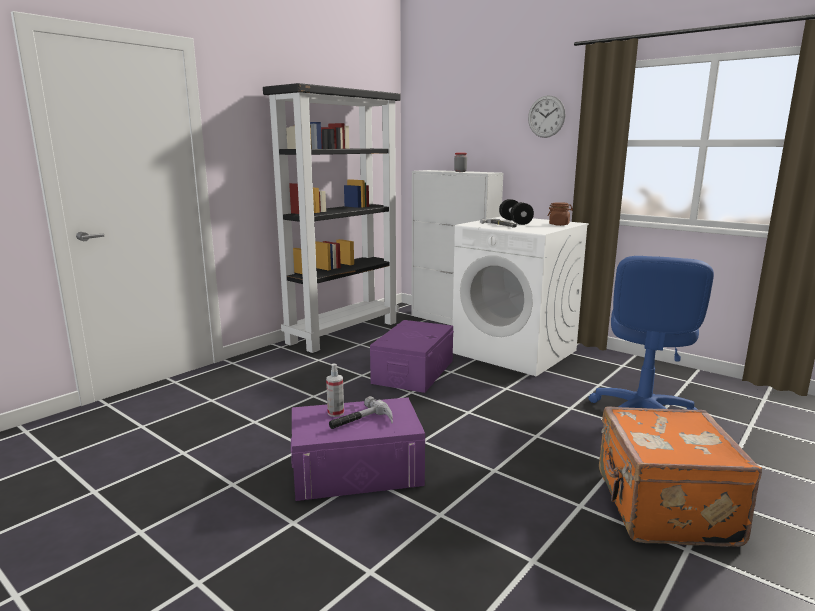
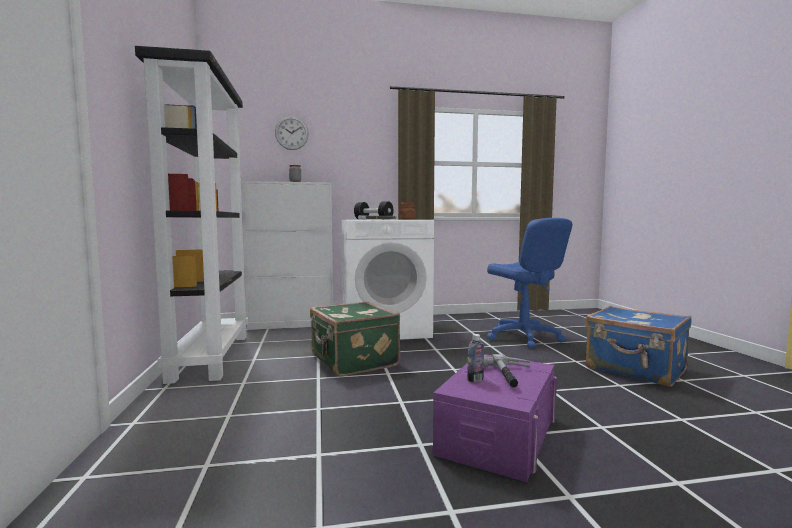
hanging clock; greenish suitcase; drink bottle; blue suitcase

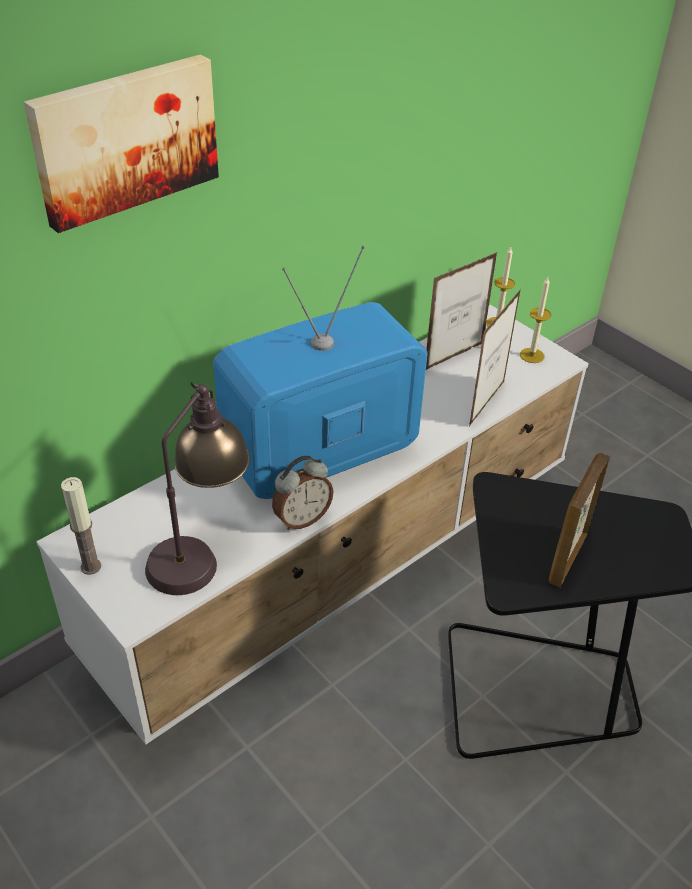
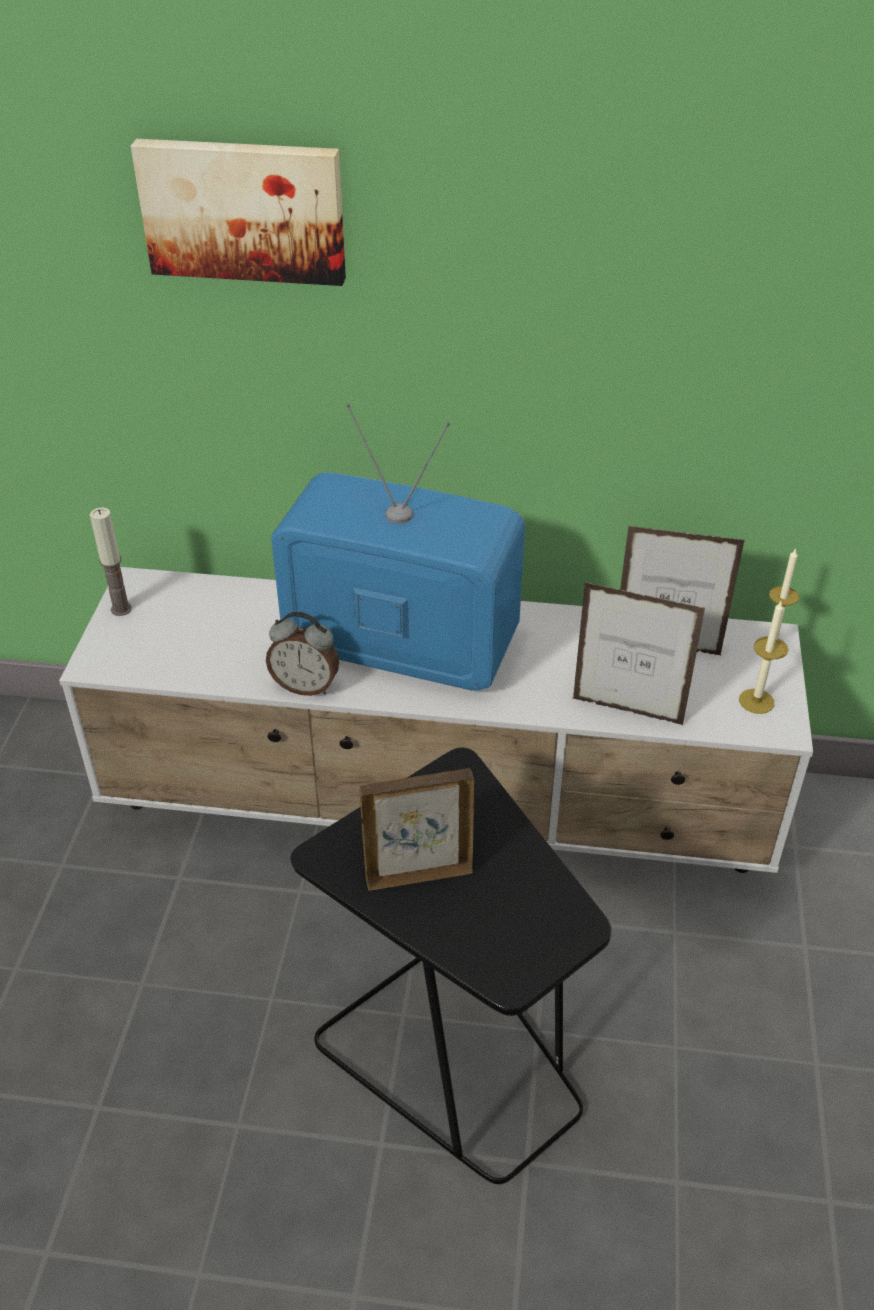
standing frame (2nd from left); table lamp

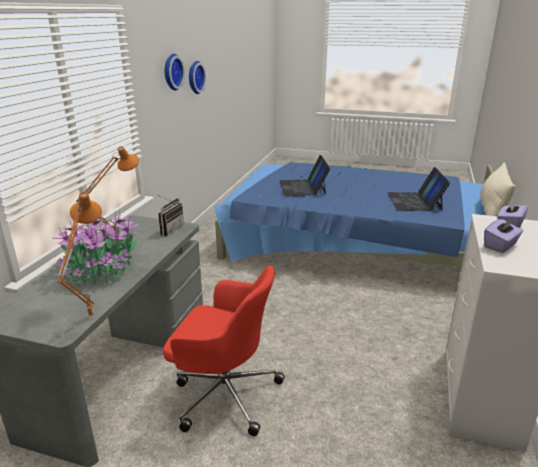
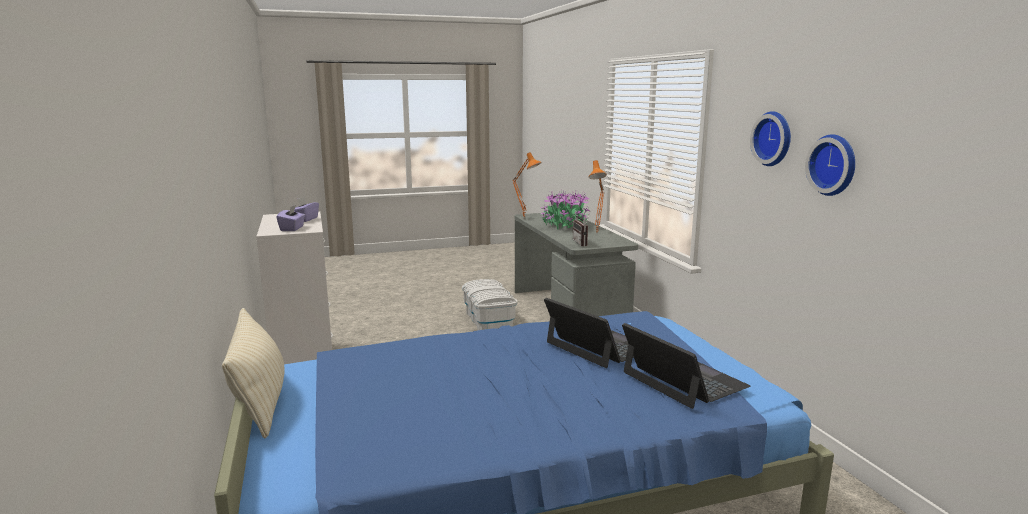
white-coloured storage container; portable computer (2nd from left)

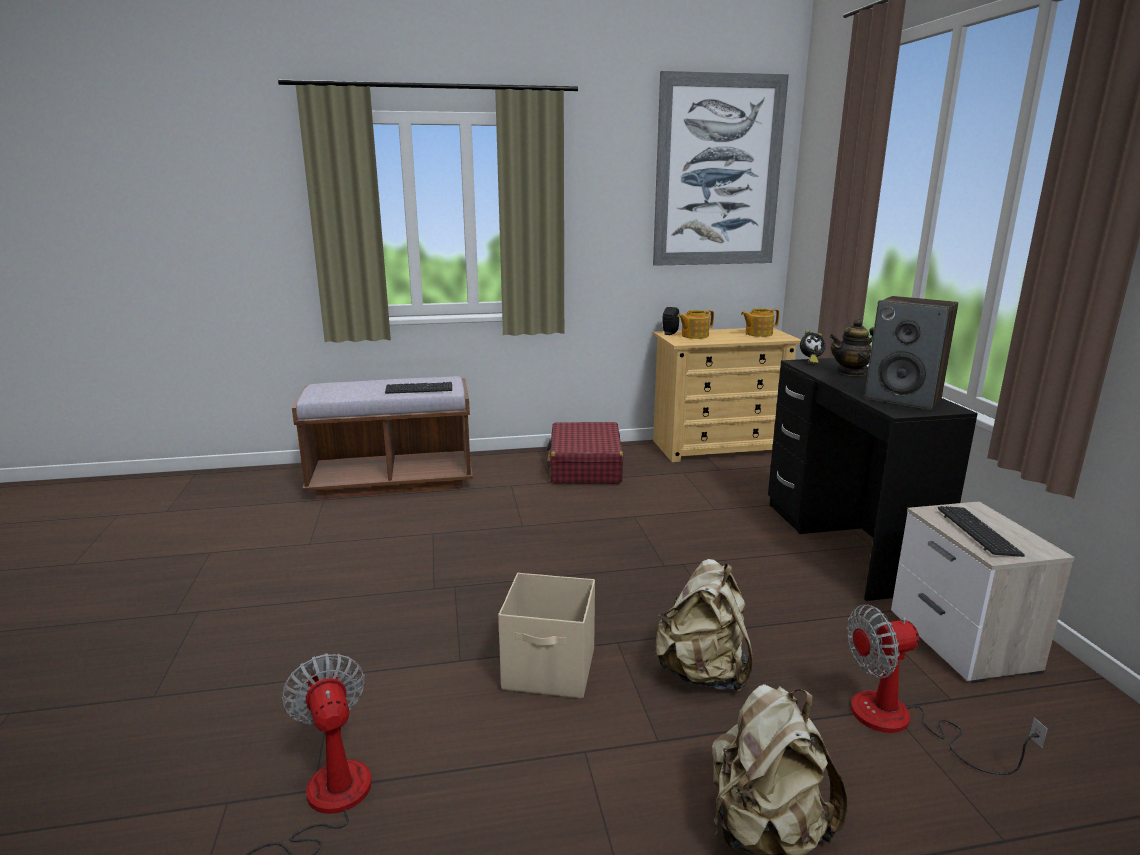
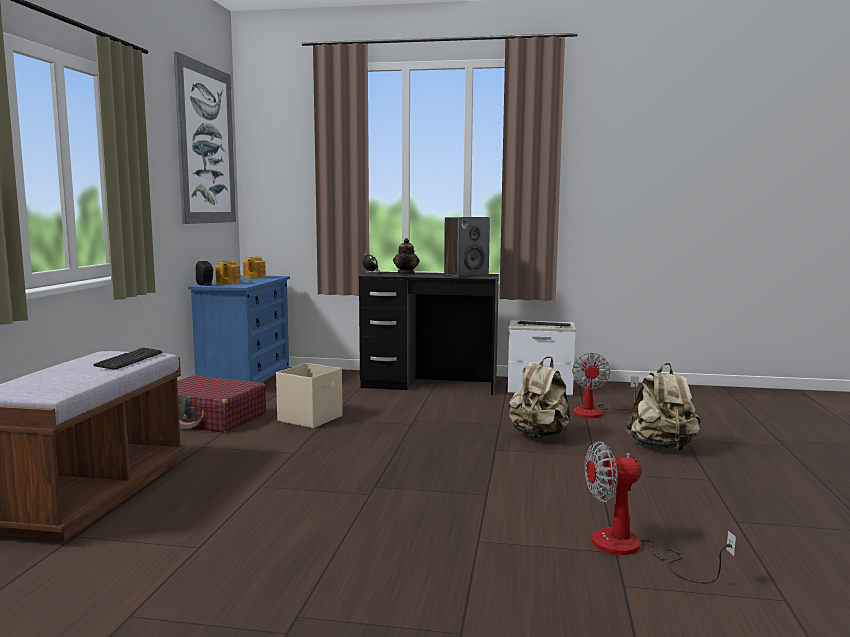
blue drawer chest; beige-coloured storage container

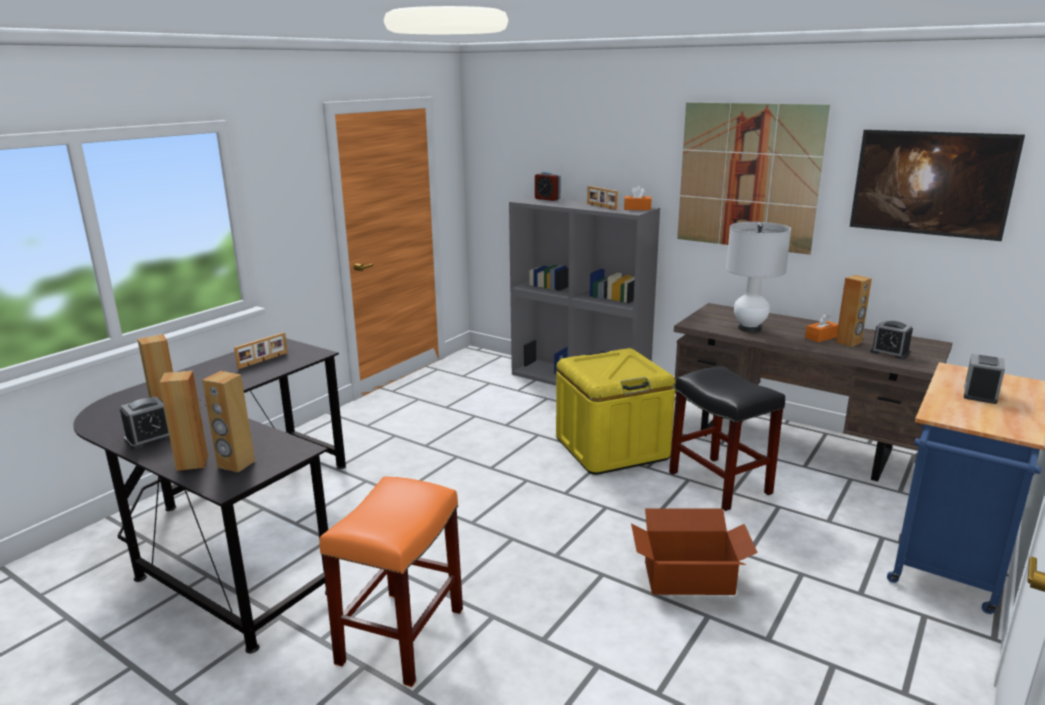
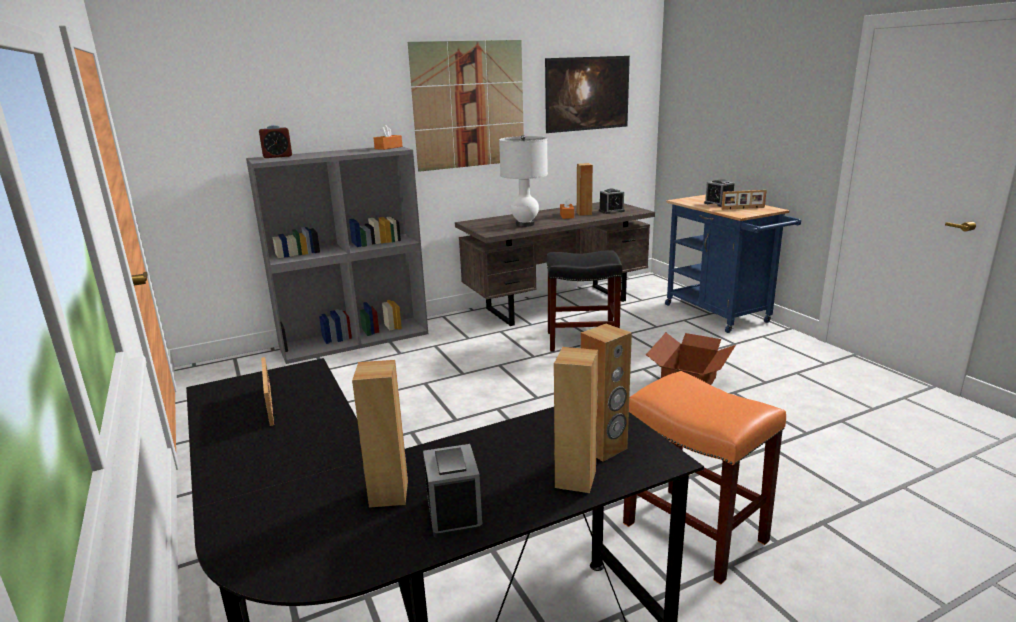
standing frame (2nd from left); yellow-coloured storage container

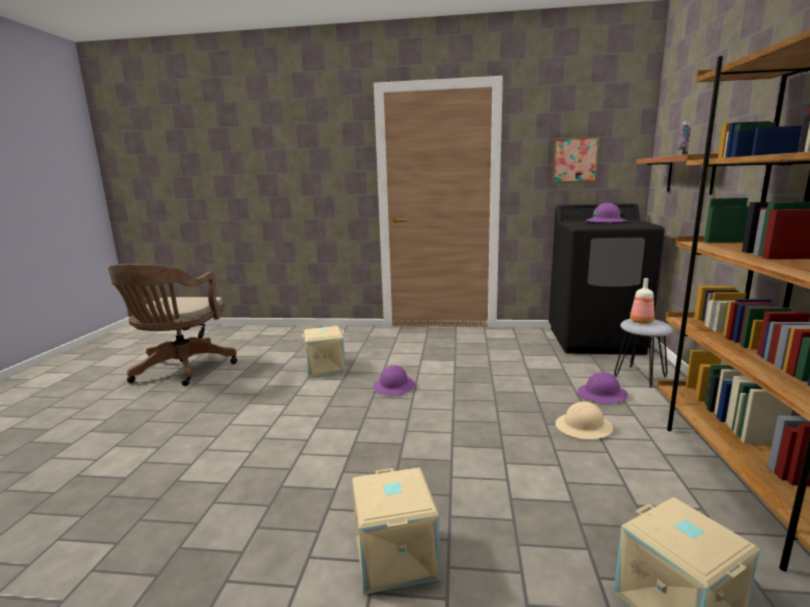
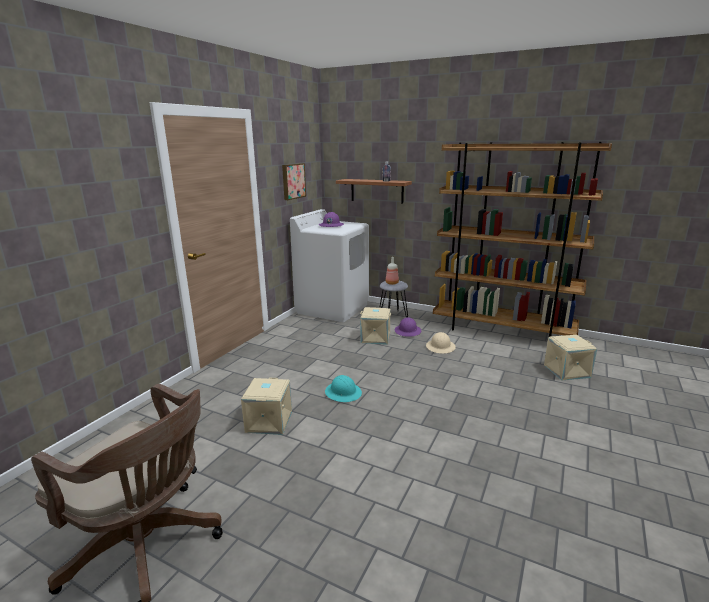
white-coloured washing machine; turquoise-coloured hard hat; beige-coloured storage container (2nd from left)

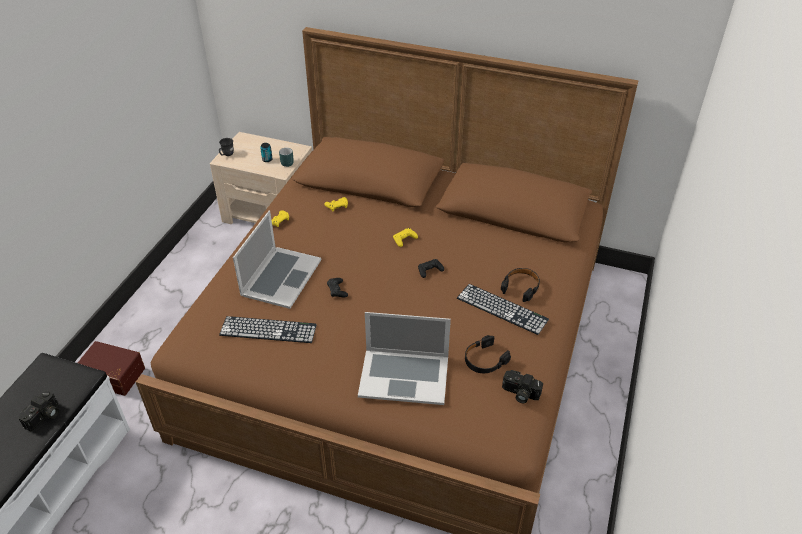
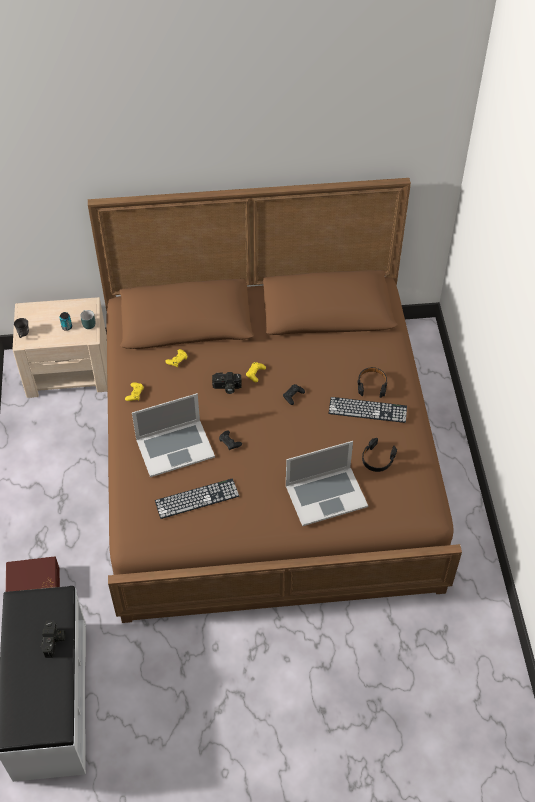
portable computer (1st from left); still camera (2nd from left)

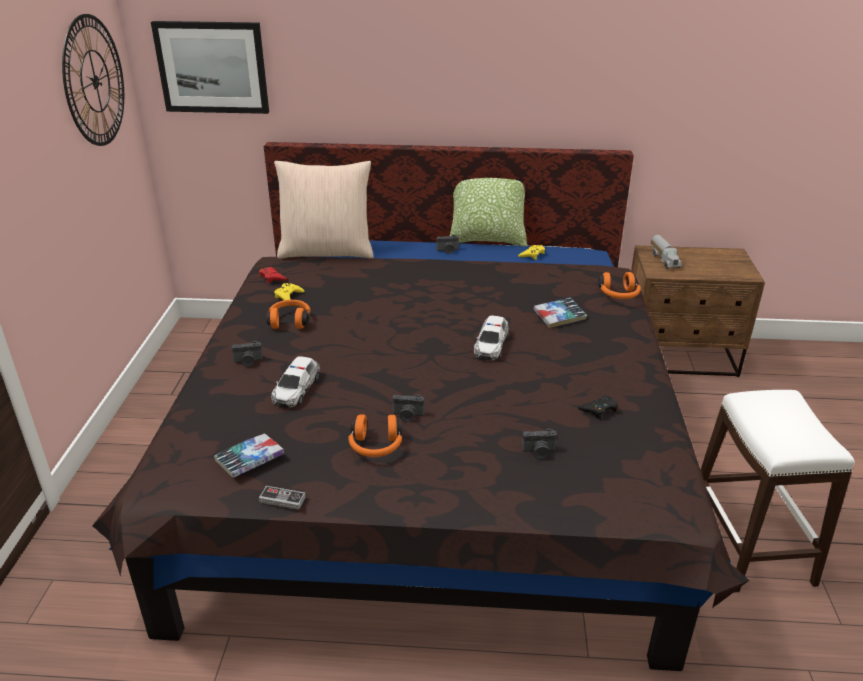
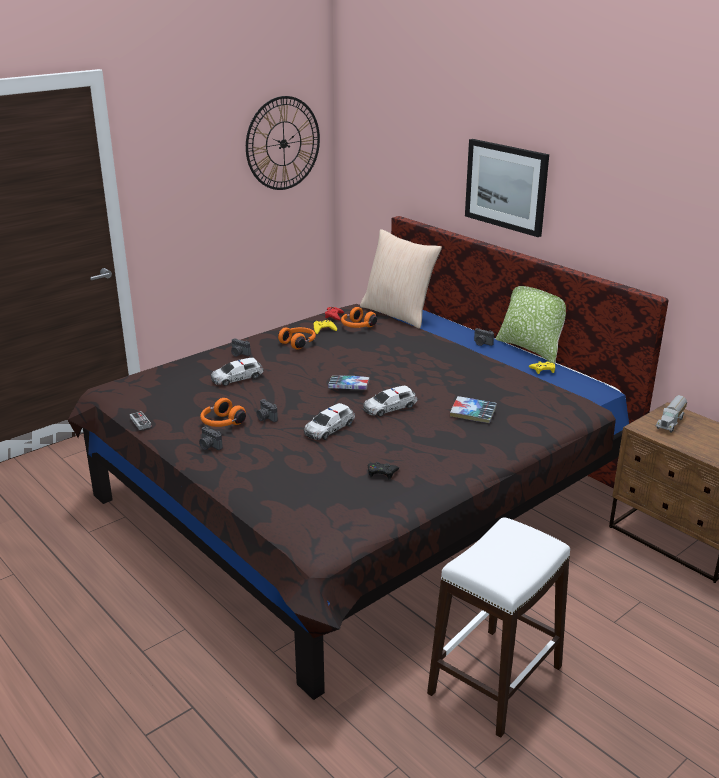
still camera (1st from left); toy car (2nd from left); volume (1st from left); orangey headphones (3rd from left); picture

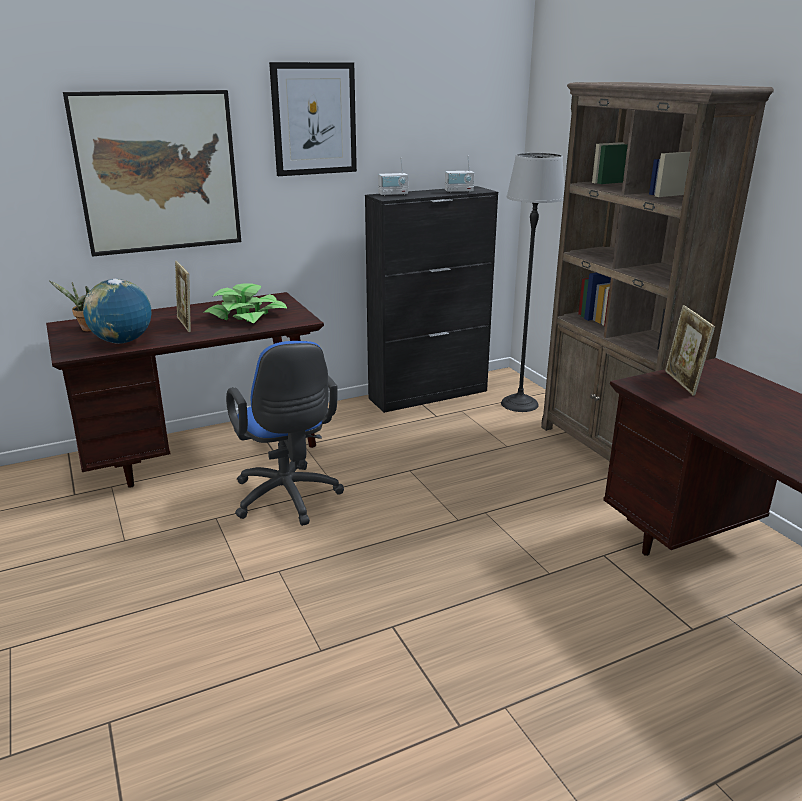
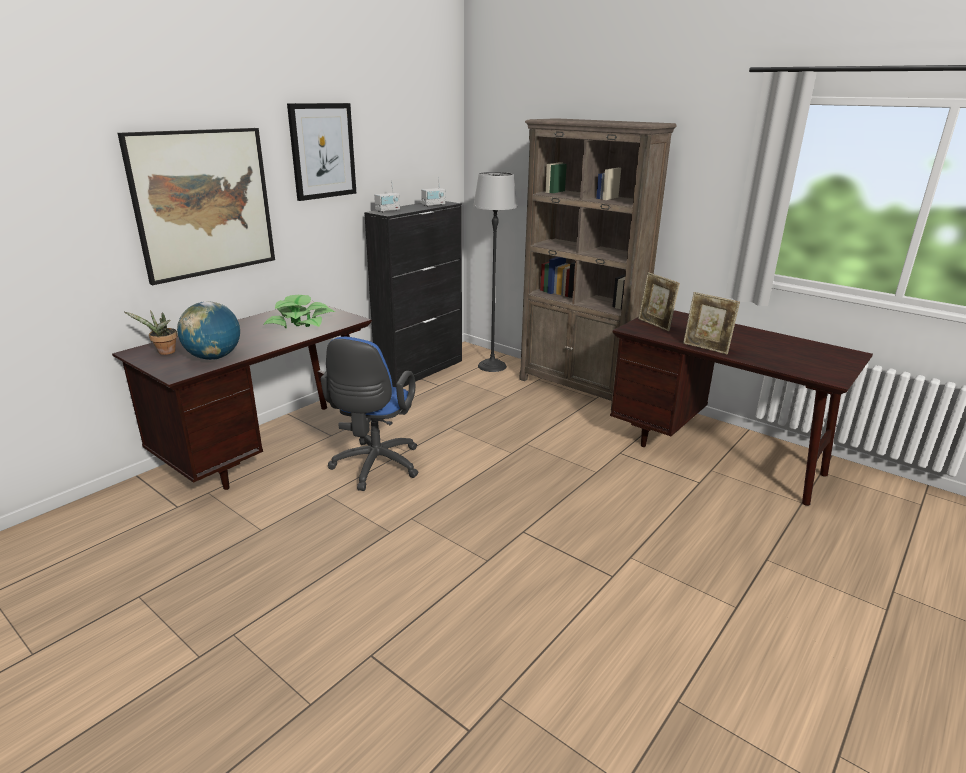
blue office chair; standing frame (2nd from left)

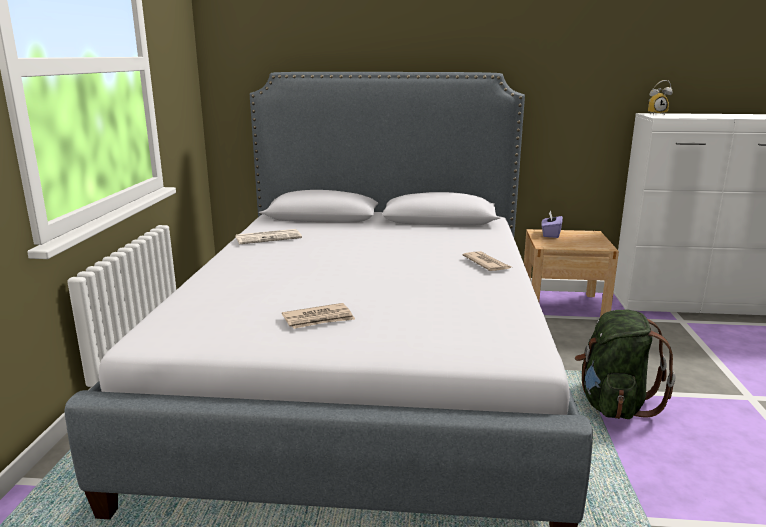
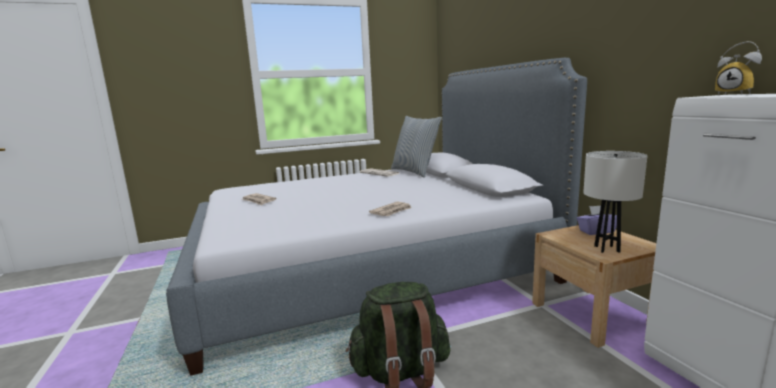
cushion; white-coloured table lamp

